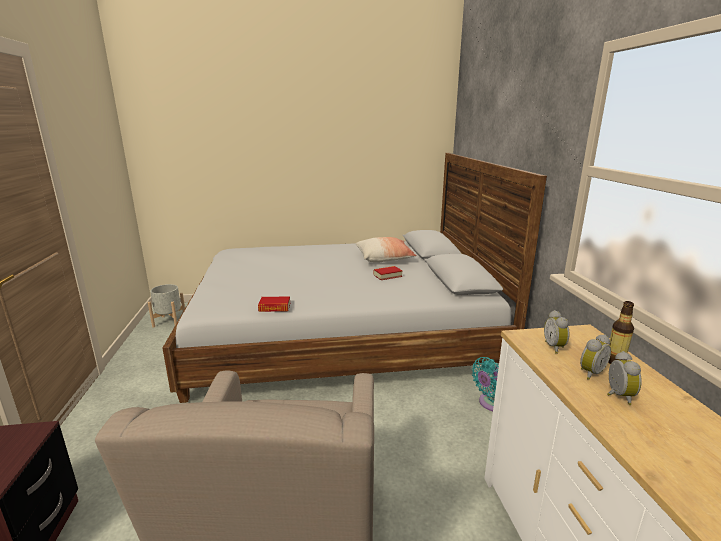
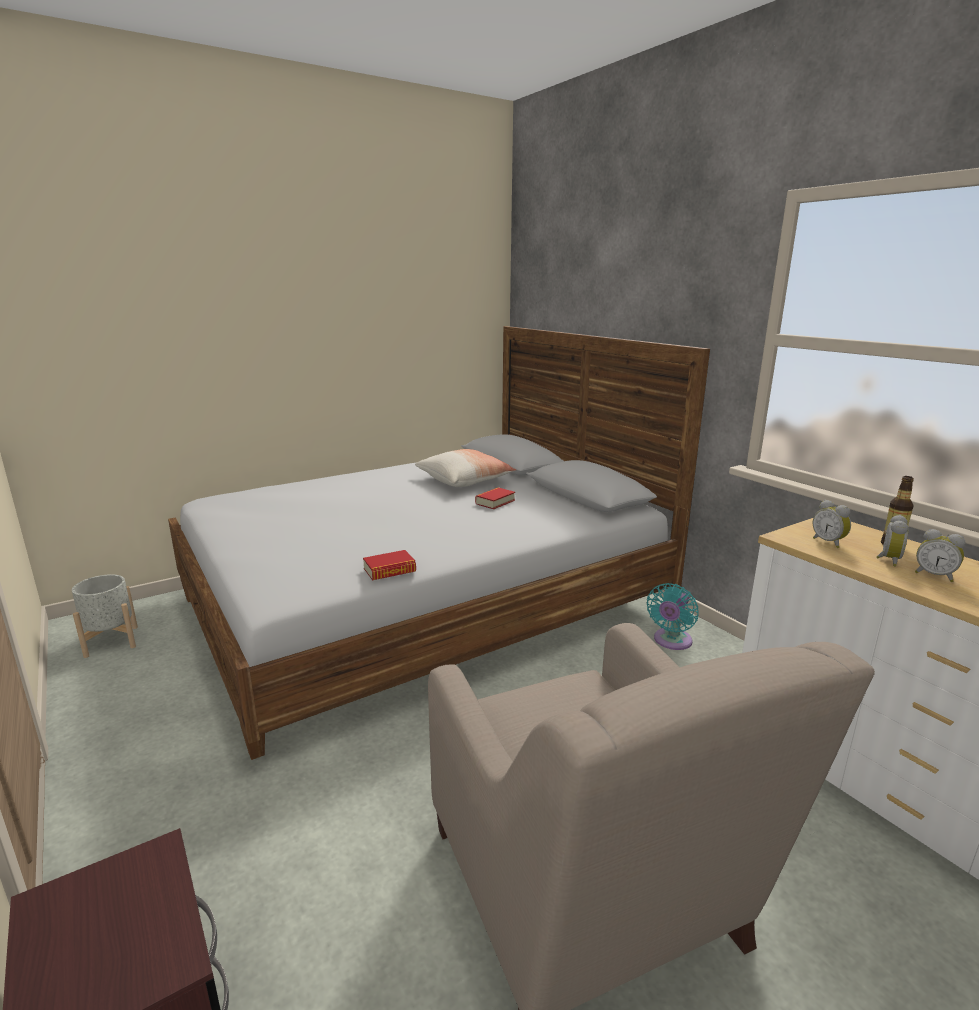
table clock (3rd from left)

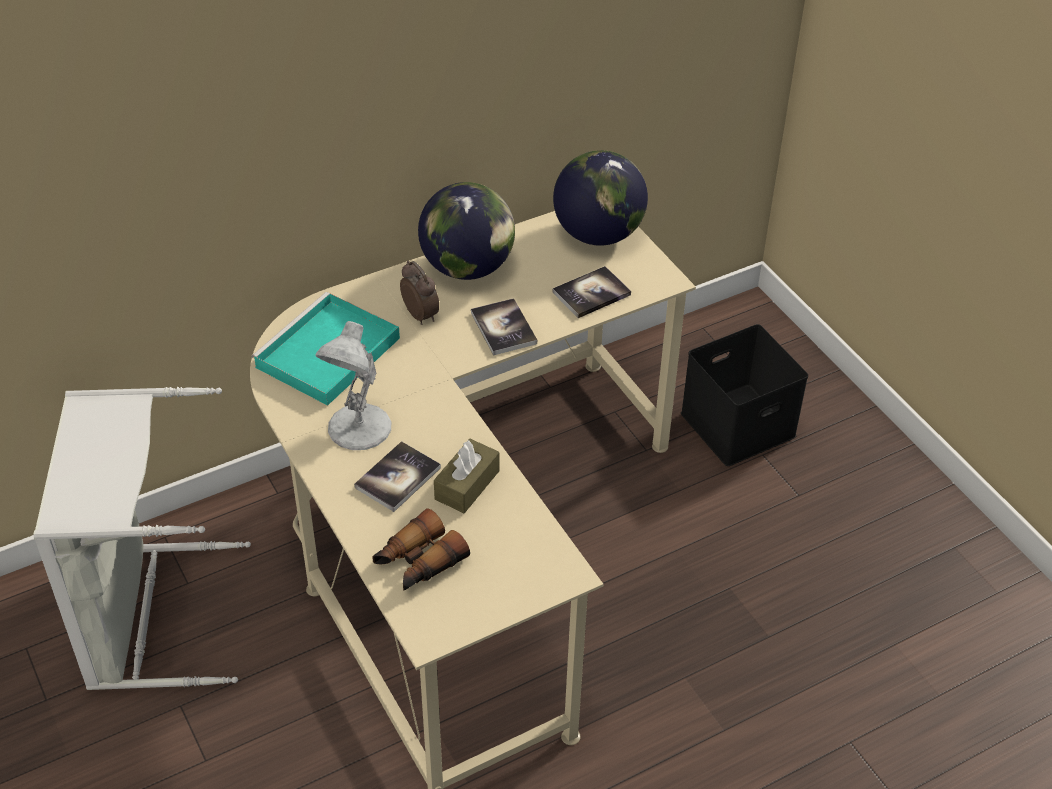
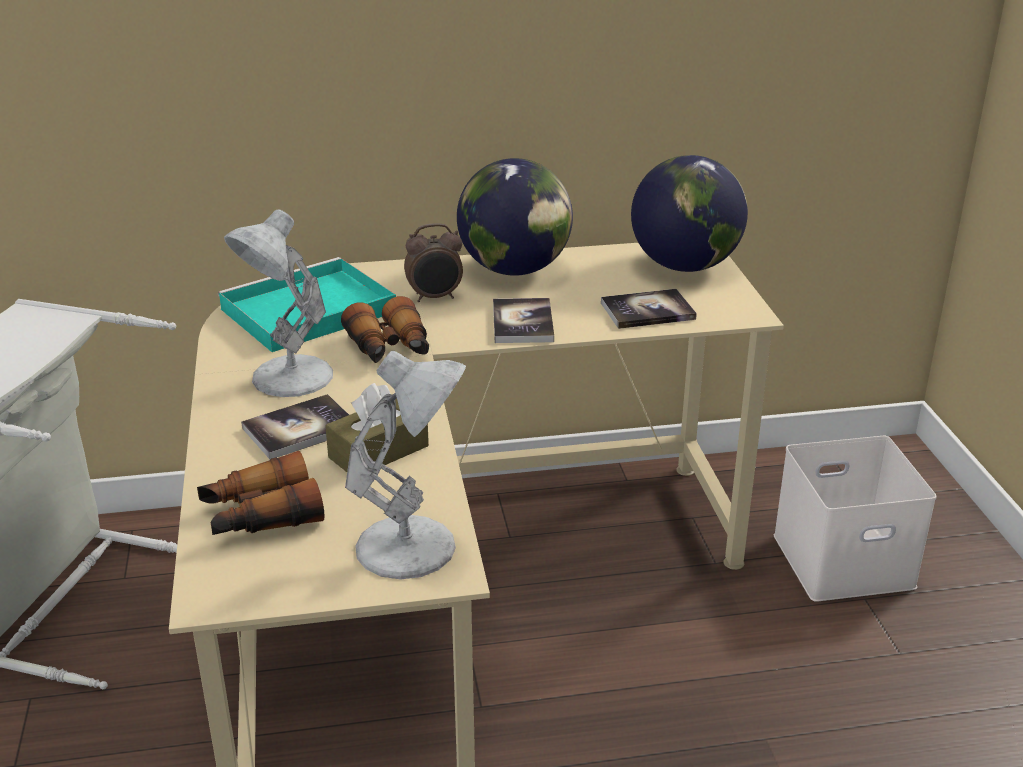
field glasses (2nd from left); white-coloured table lamp (2nd from left); table clock; white-coloured storage container

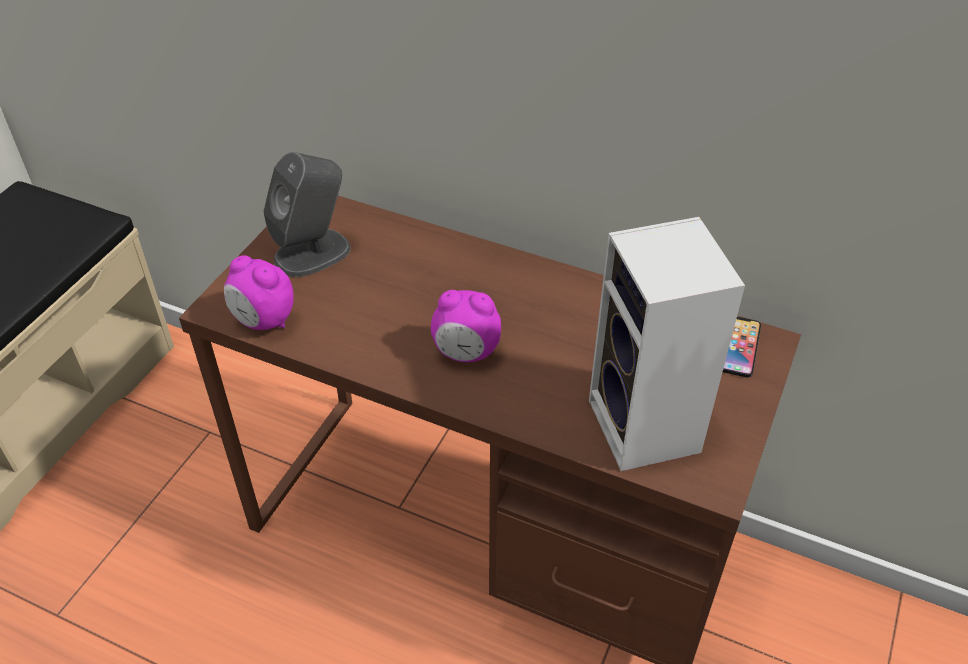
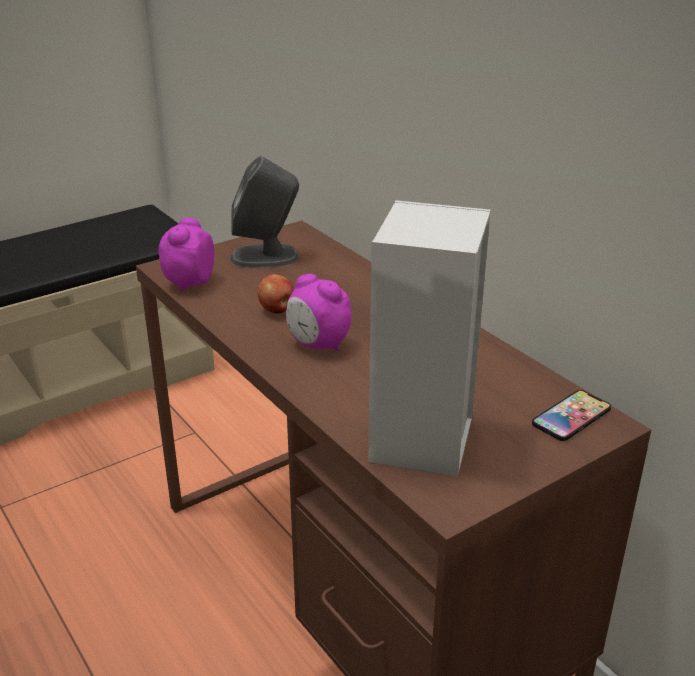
table clock (1st from left); whole apple

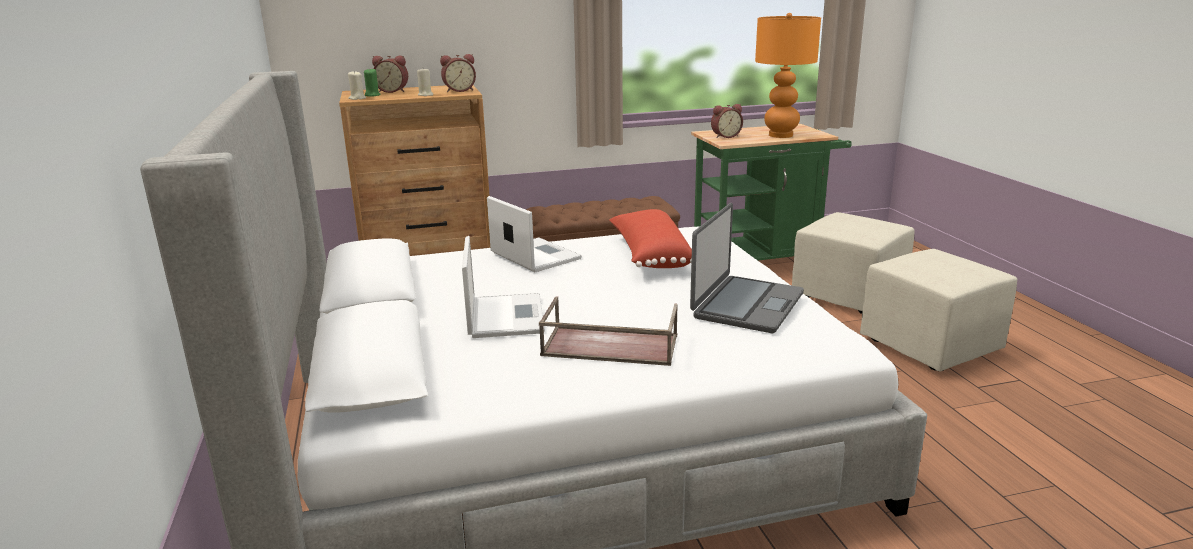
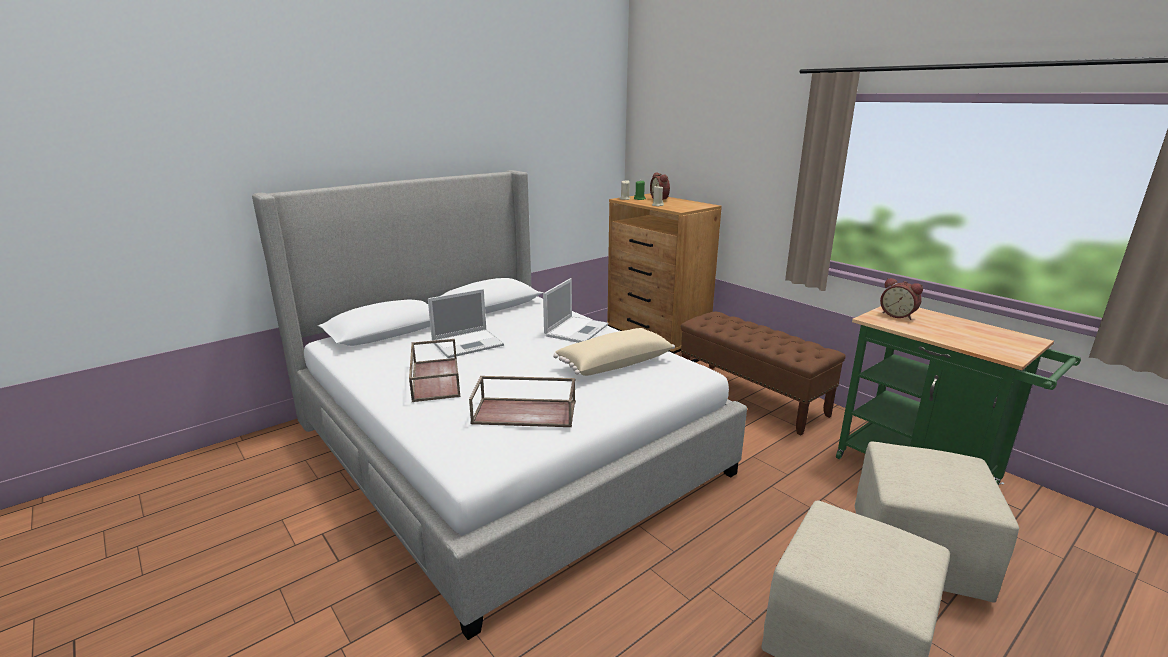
brownish serving tray (2nd from left); beige-coloured cushion; table clock (2nd from left in the first image); orangey table lamp

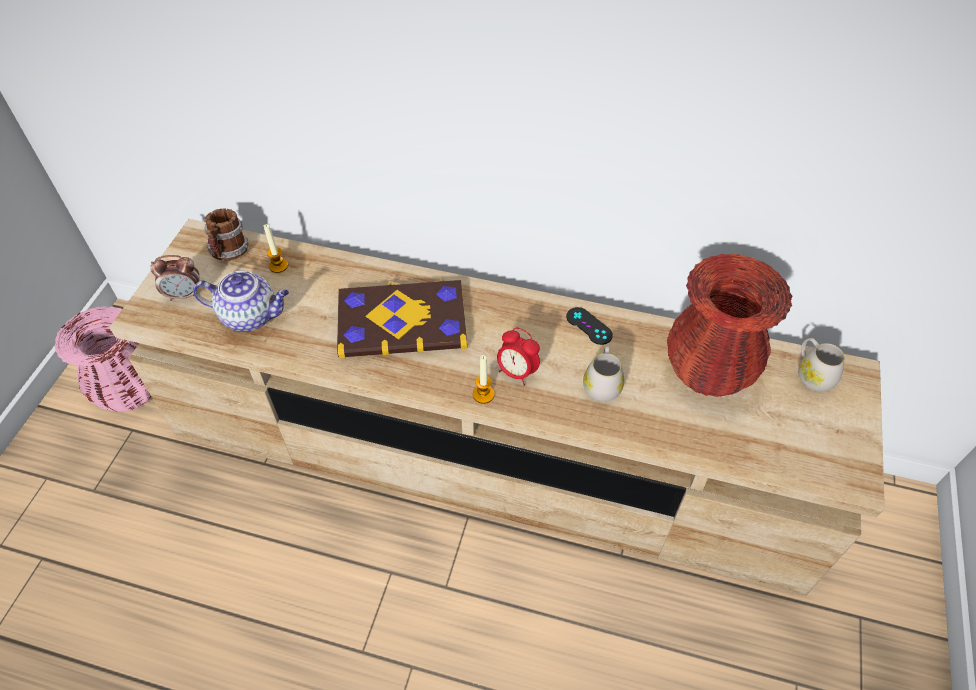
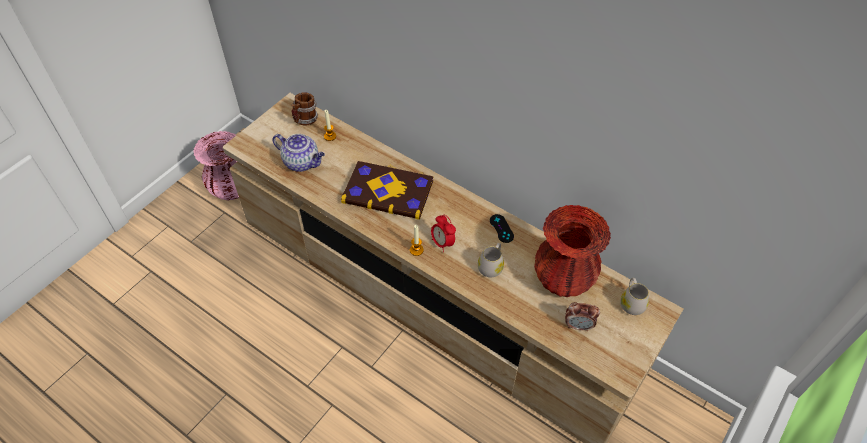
table clock (2nd from left)

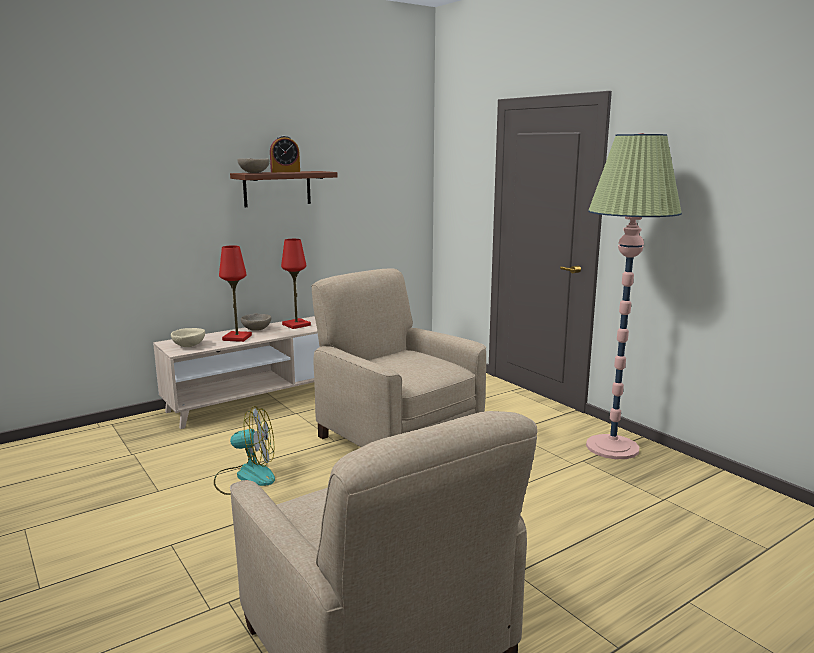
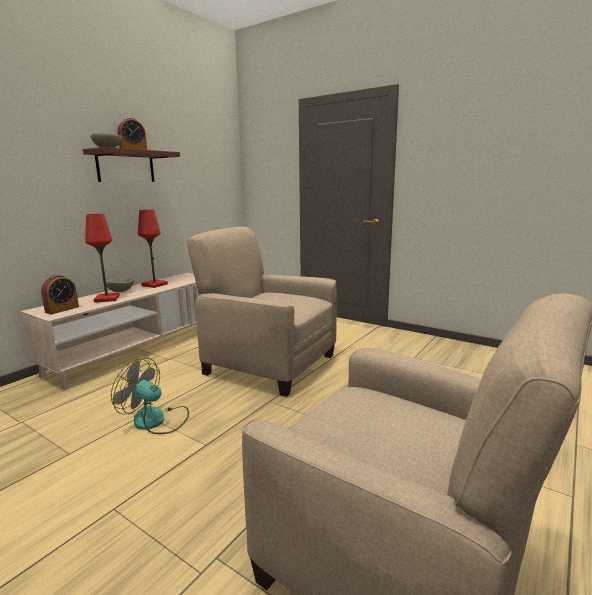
table clock (1st from left); cooling fan; standard lamp

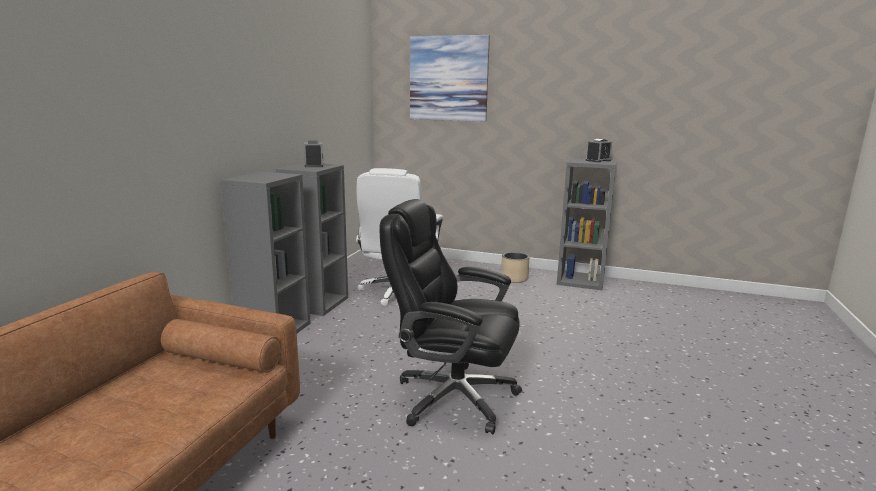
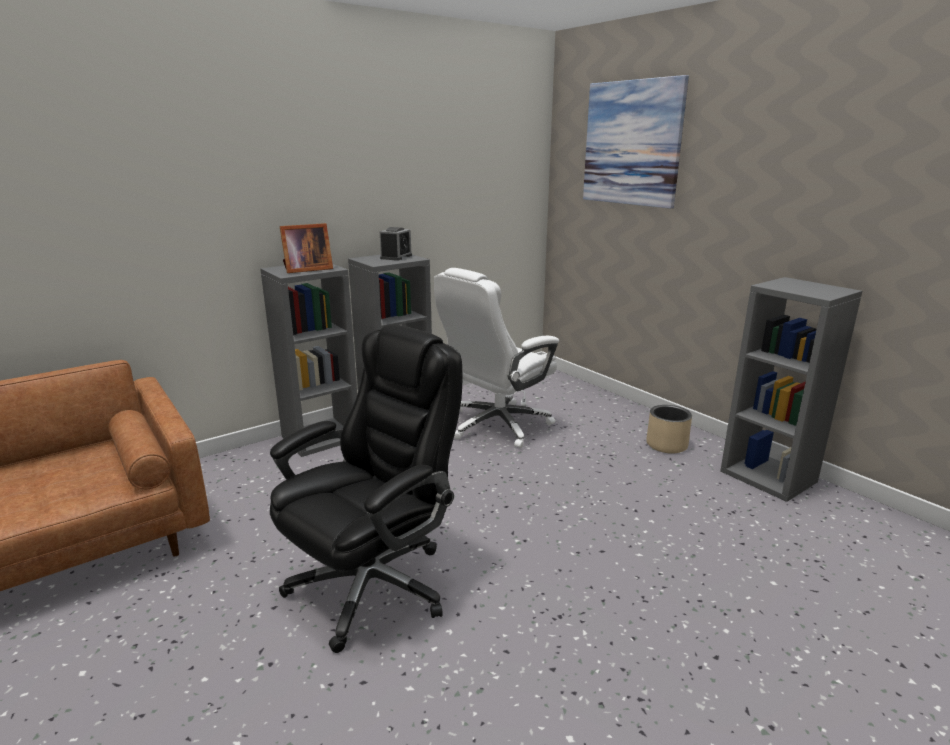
blackish office chair; standing frame; table clock (2nd from left in the first image)

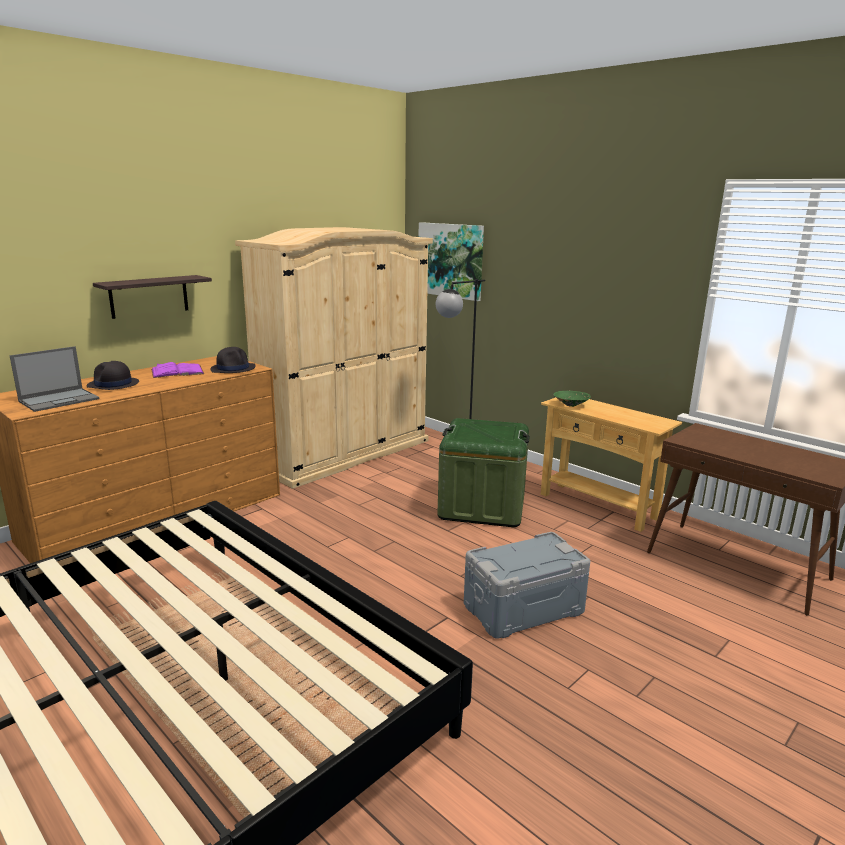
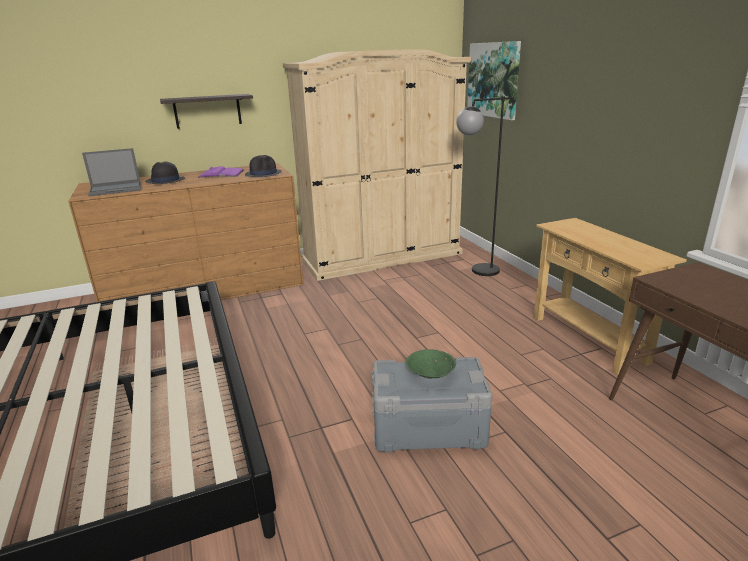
greenish bowl; greenish storage container

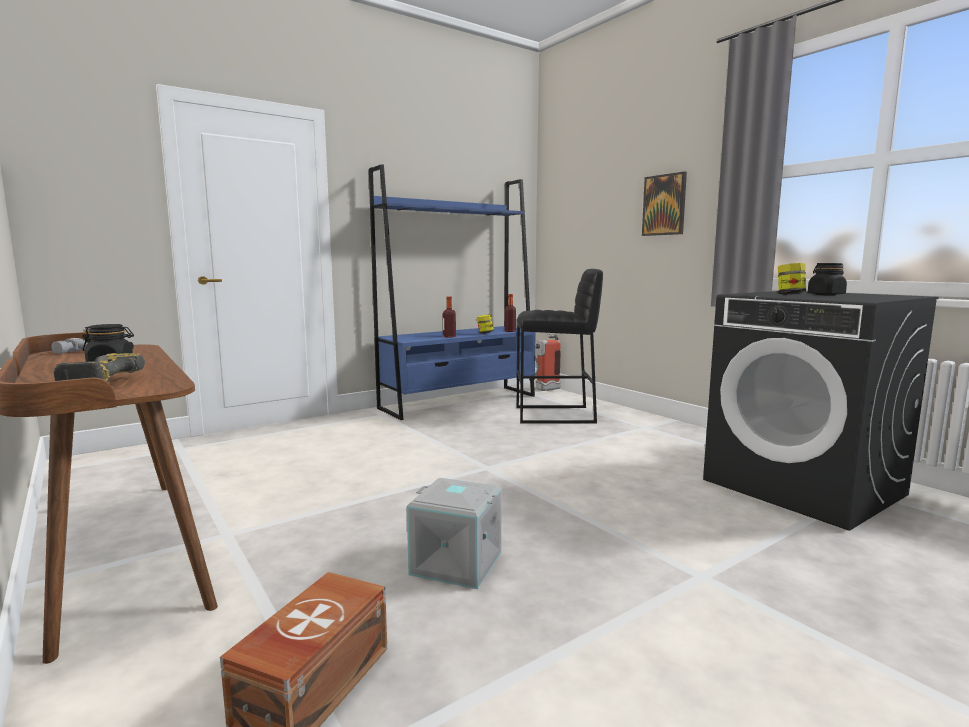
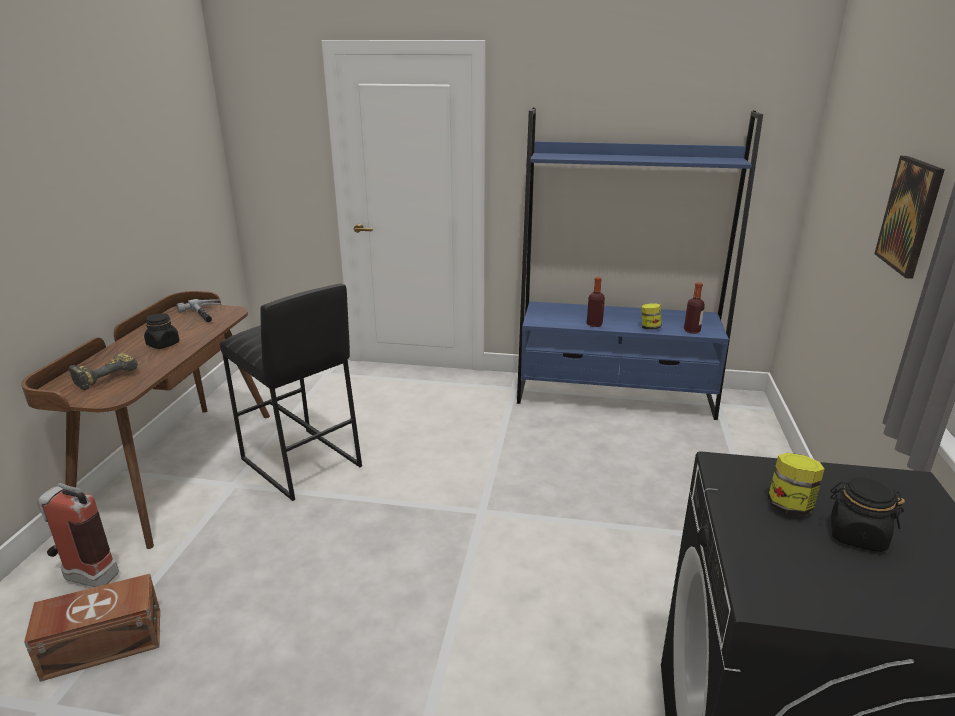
extinguisher; blackish sitting stool; gray storage container

